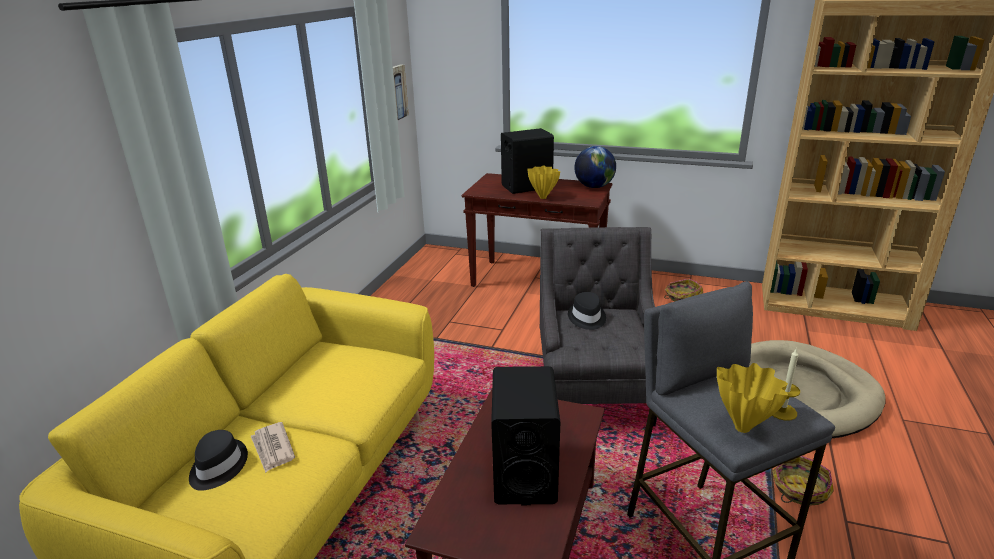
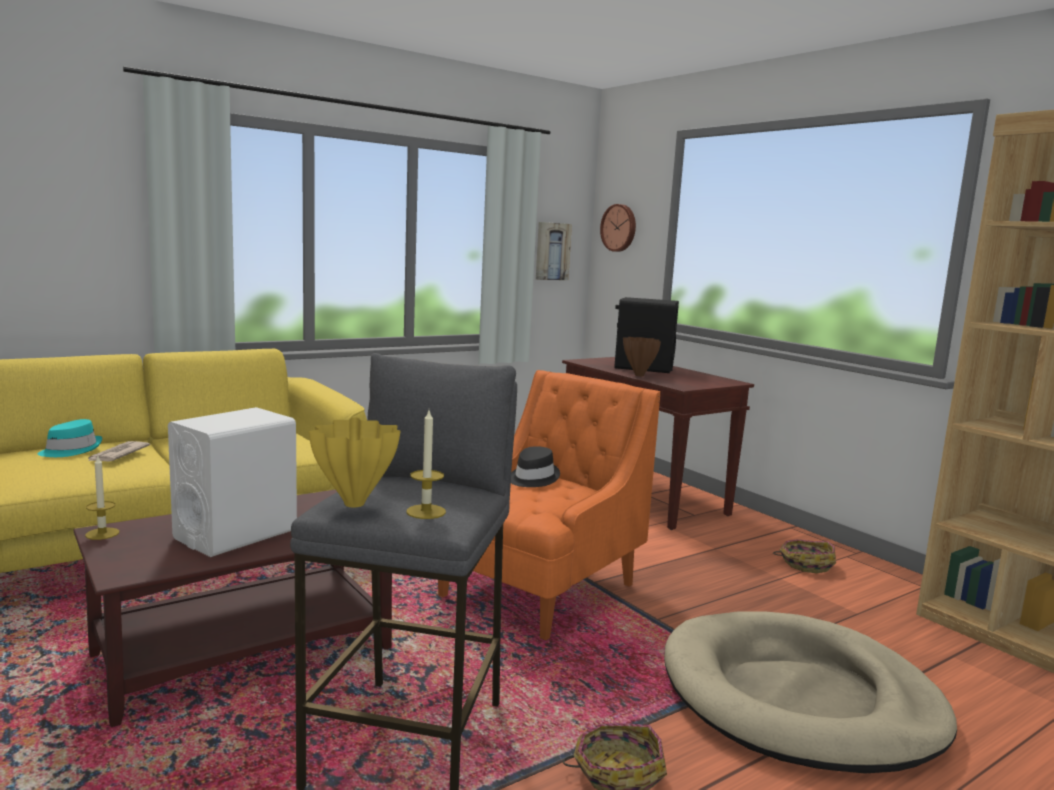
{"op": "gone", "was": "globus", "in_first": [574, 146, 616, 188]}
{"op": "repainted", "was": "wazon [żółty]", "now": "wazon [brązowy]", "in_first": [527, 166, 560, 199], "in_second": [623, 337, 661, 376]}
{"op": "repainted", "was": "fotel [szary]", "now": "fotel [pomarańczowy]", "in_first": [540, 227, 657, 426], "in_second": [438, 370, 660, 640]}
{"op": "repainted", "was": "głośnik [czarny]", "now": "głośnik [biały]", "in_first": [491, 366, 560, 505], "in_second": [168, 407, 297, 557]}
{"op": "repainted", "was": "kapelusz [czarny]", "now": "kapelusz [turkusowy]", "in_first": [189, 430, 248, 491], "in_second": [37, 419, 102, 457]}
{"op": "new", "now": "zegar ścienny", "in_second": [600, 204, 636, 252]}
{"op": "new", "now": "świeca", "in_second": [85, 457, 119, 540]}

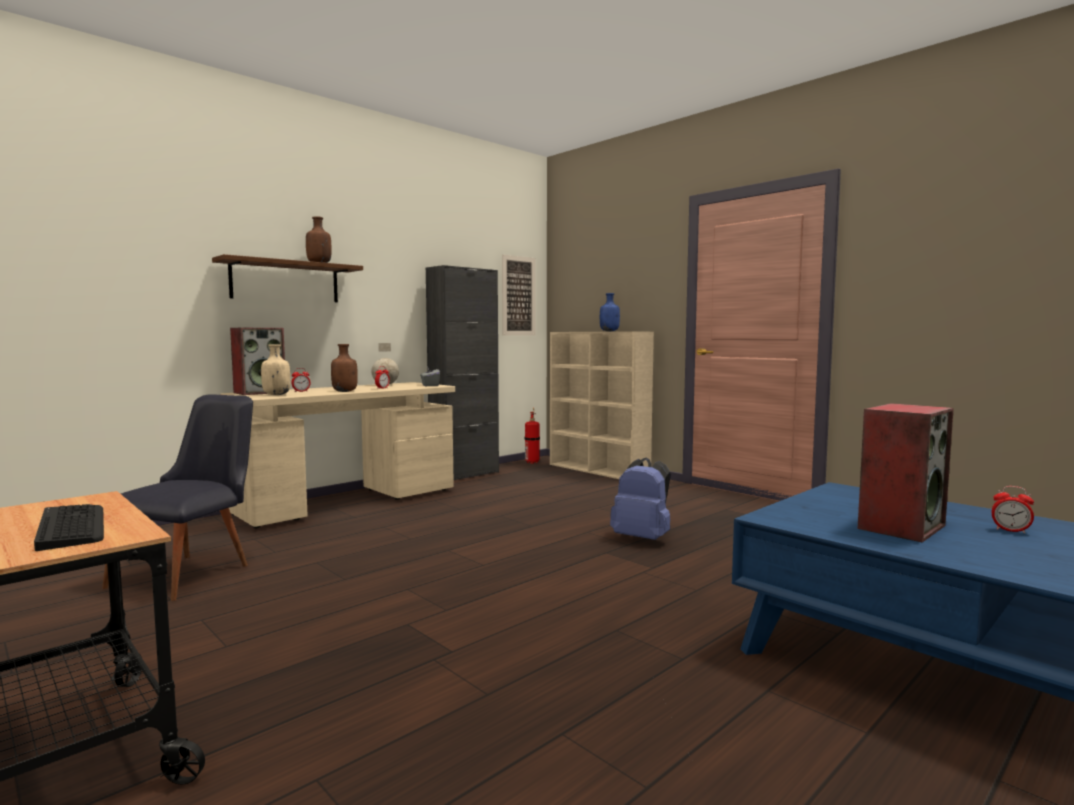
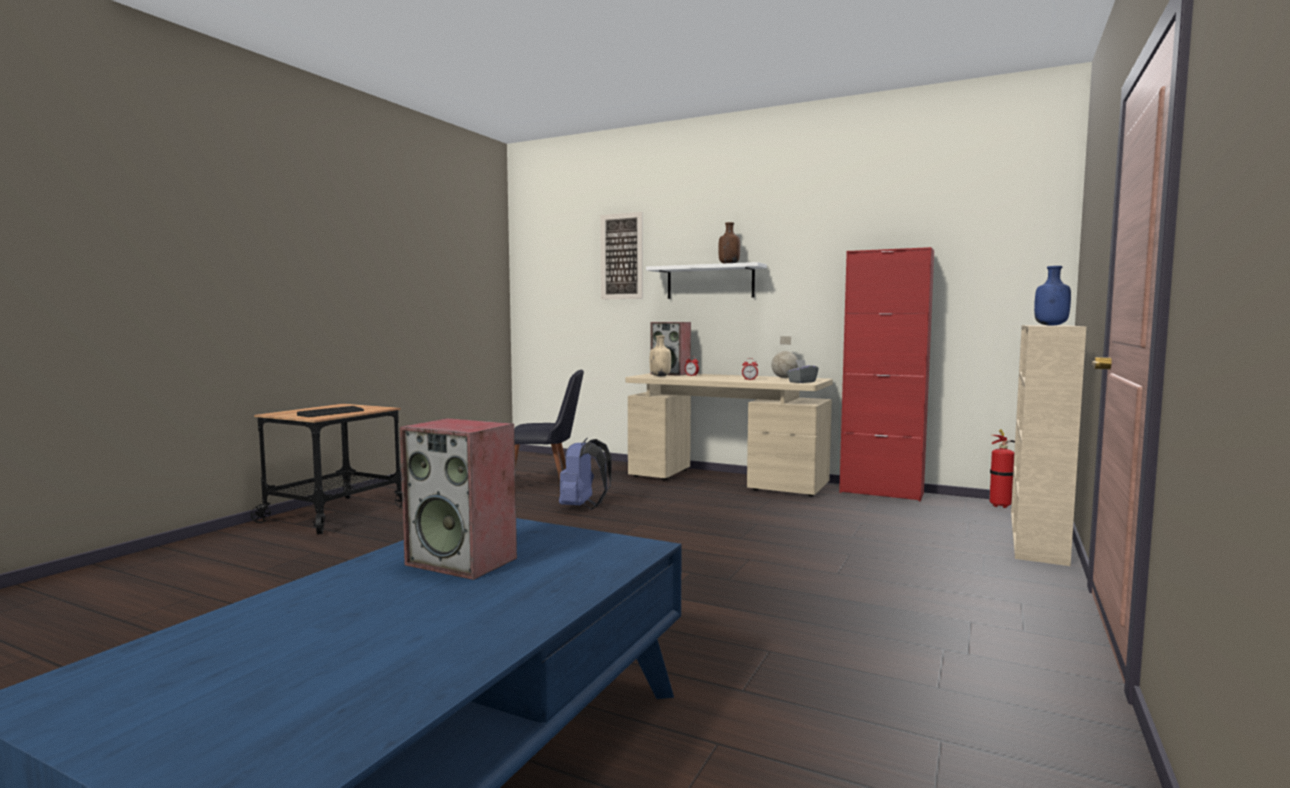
{"op": "repainted", "was": "półka [brązowy]", "now": "półka [biały]", "in_first": [212, 254, 363, 302], "in_second": [646, 262, 767, 299]}
{"op": "shifted", "was": "obraz", "in_first": [502, 255, 536, 335], "in_second": [600, 212, 643, 299]}
{"op": "repainted", "was": "szafka [czarny]", "now": "szafka [czerwony]", "in_first": [426, 265, 499, 480], "in_second": [839, 247, 934, 501]}
{"op": "gone", "was": "butelka [brązowy]", "in_first": [331, 344, 358, 392]}
{"op": "shifted", "was": "plecak [niebieski]", "in_first": [610, 458, 671, 540], "in_second": [559, 438, 612, 510]}
{"op": "gone", "was": "budzik", "in_first": [992, 486, 1034, 534]}

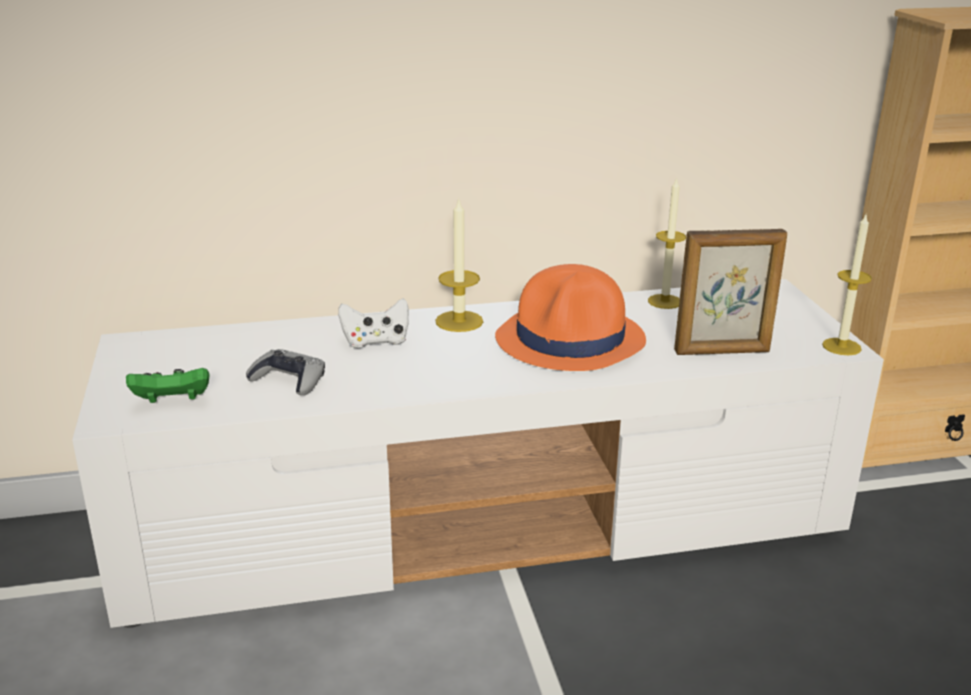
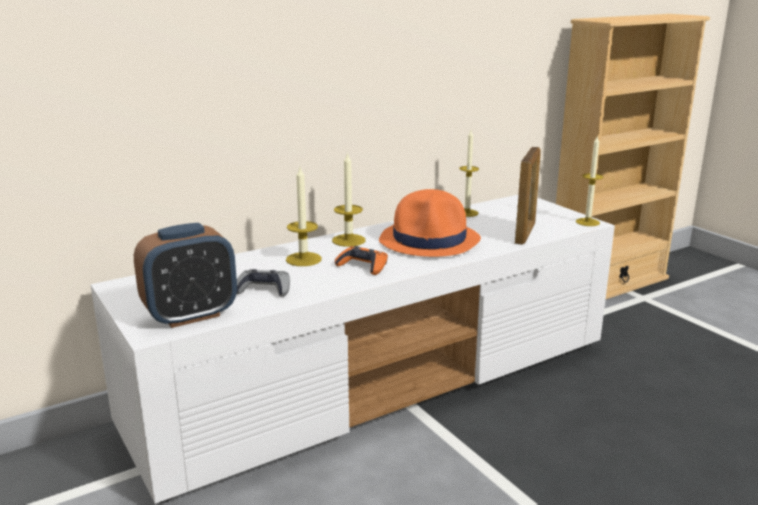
{"op": "rotated", "was": "ramka na zdjęcie", "in_first": [674, 229, 787, 355], "in_second": [515, 147, 541, 245], "clockwise": -45}
{"op": "swapped", "was": "pad do gier [biały]", "now": "świeca", "in_first": [338, 298, 409, 348], "in_second": [286, 167, 322, 266]}
{"op": "swapped", "was": "pad do gier [zielony]", "now": "budzik", "in_first": [126, 368, 209, 403], "in_second": [134, 223, 237, 328]}
{"op": "new", "now": "pad do gier [pomarańczowy]", "in_second": [335, 246, 388, 275]}

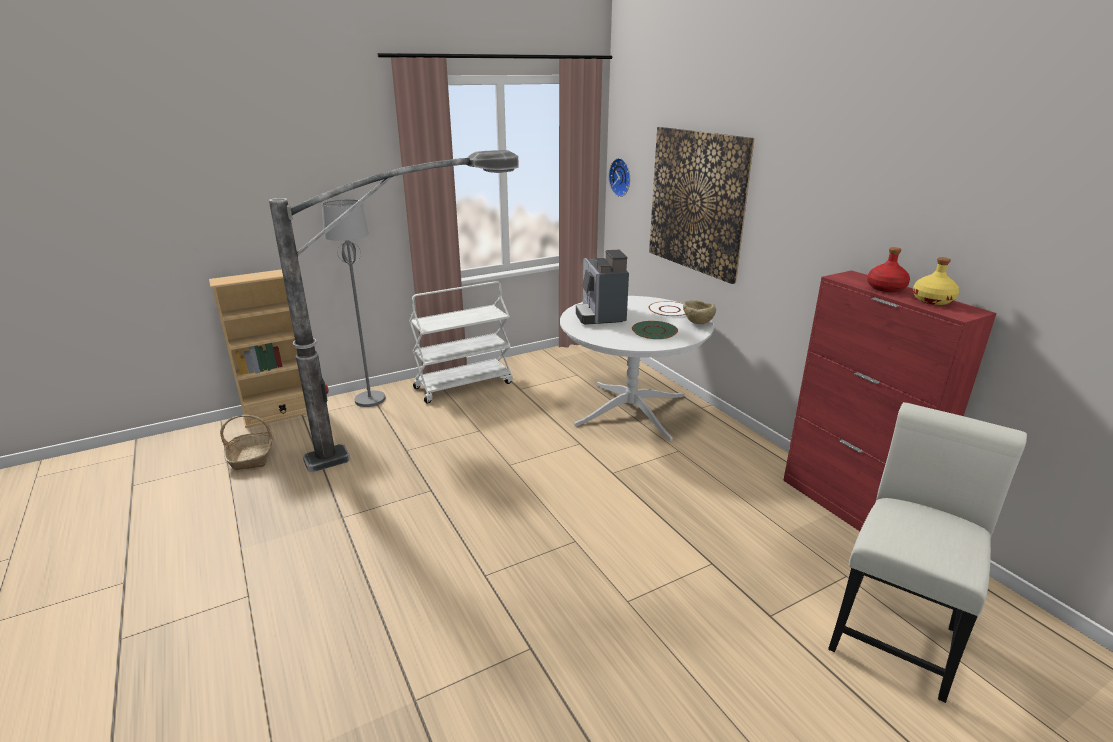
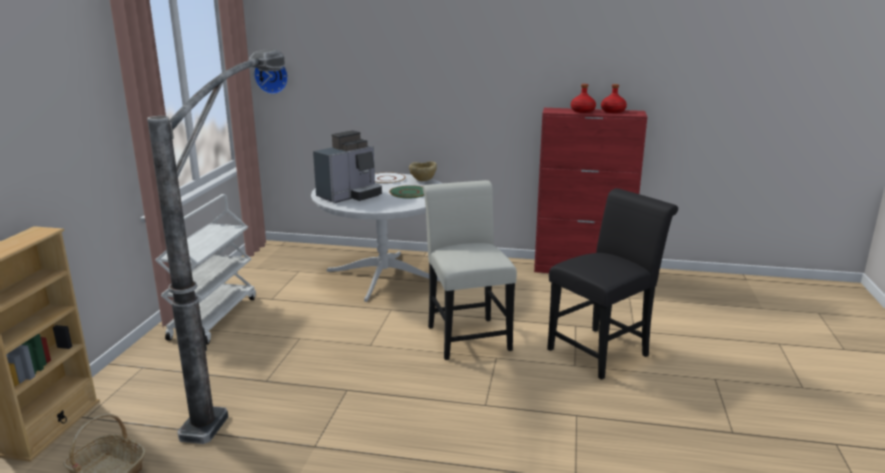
{"op": "gone", "was": "obraz", "in_first": [649, 127, 755, 284]}
{"op": "gone", "was": "lampa stojąca [szary]", "in_first": [322, 199, 385, 407]}
{"op": "rotated", "was": "ekspres do kawy", "in_first": [576, 250, 629, 325], "in_second": [313, 130, 382, 203], "clockwise": -75}
{"op": "repainted", "was": "butelka [żółty]", "now": "butelka [czerwony]", "in_first": [913, 257, 959, 305], "in_second": [601, 84, 627, 113]}
{"op": "shifted", "was": "krzesło [biały]", "in_first": [828, 402, 1027, 703], "in_second": [423, 180, 517, 360]}
{"op": "new", "now": "krzesło [czarny]", "in_second": [547, 188, 678, 380]}

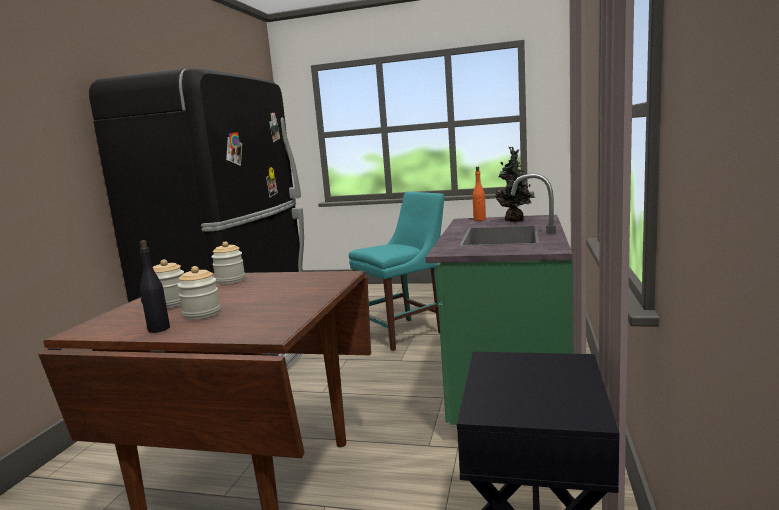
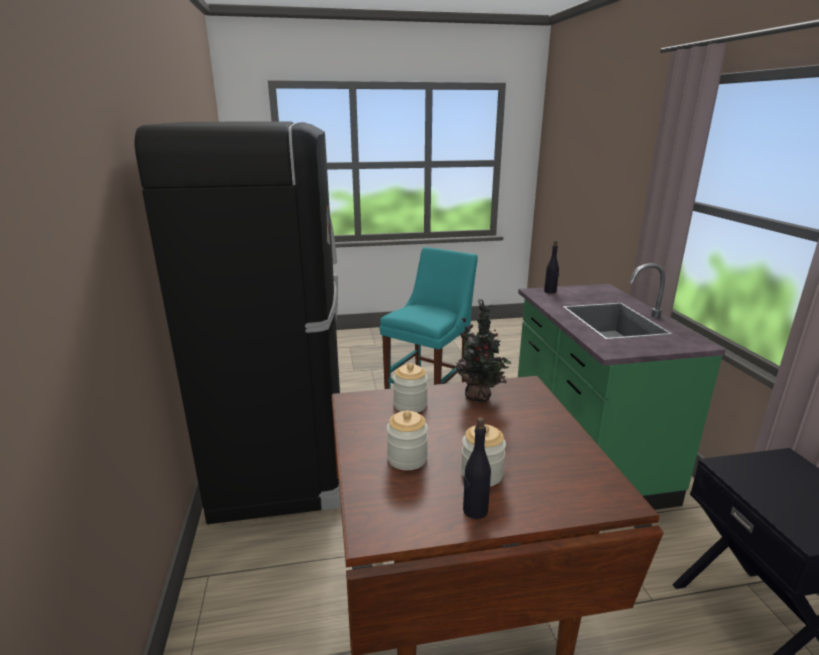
{"op": "shifted", "was": "roślina doniczkowa", "in_first": [495, 147, 535, 222], "in_second": [456, 299, 511, 402]}
{"op": "repainted", "was": "butelka [pomarańczowy]", "now": "butelka [czarny]", "in_first": [473, 167, 486, 221], "in_second": [544, 241, 559, 294]}

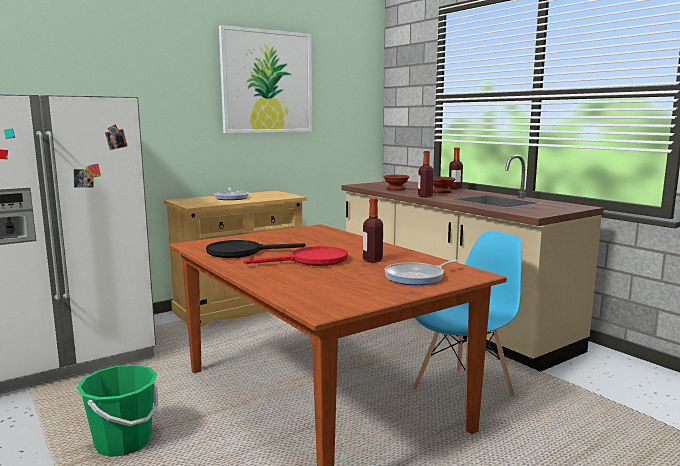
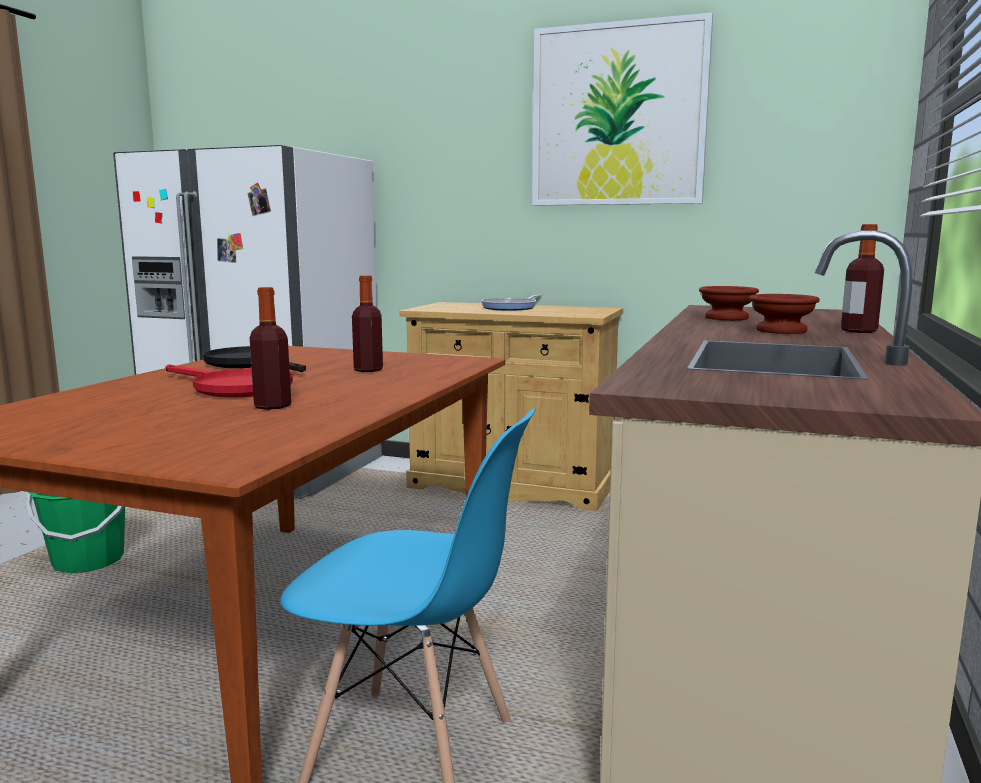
{"op": "shifted", "was": "butelka", "in_first": [418, 151, 433, 197], "in_second": [352, 275, 383, 372]}
{"op": "gone", "was": "patelnia", "in_first": [384, 260, 459, 285]}

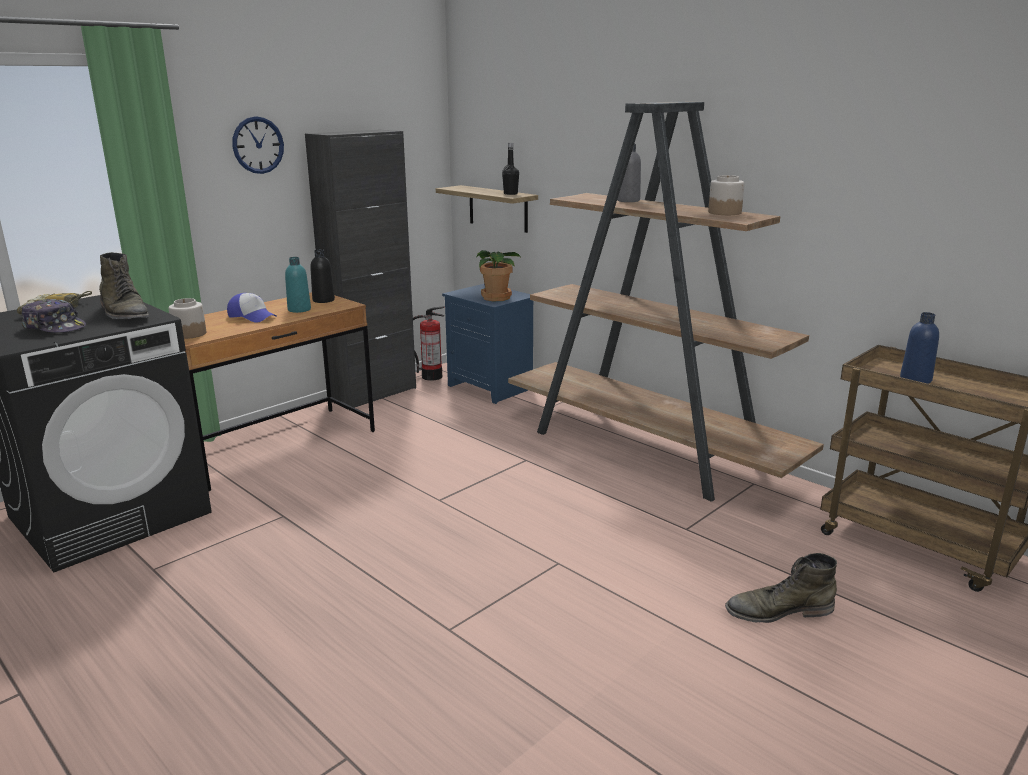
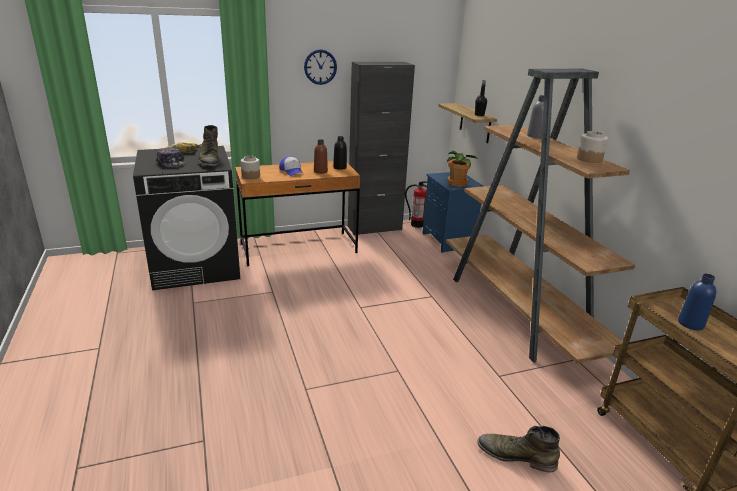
{"op": "repainted", "was": "butelka [turkusowy]", "now": "butelka [brązowy]", "in_first": [285, 257, 311, 313], "in_second": [314, 139, 328, 174]}

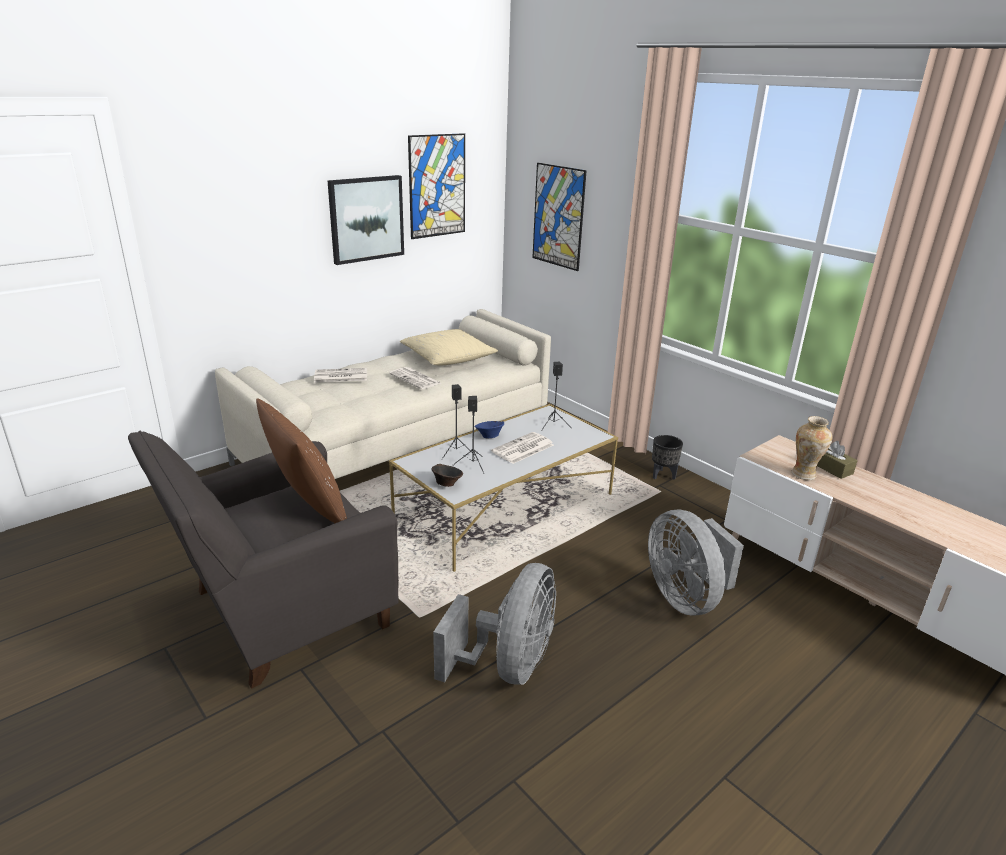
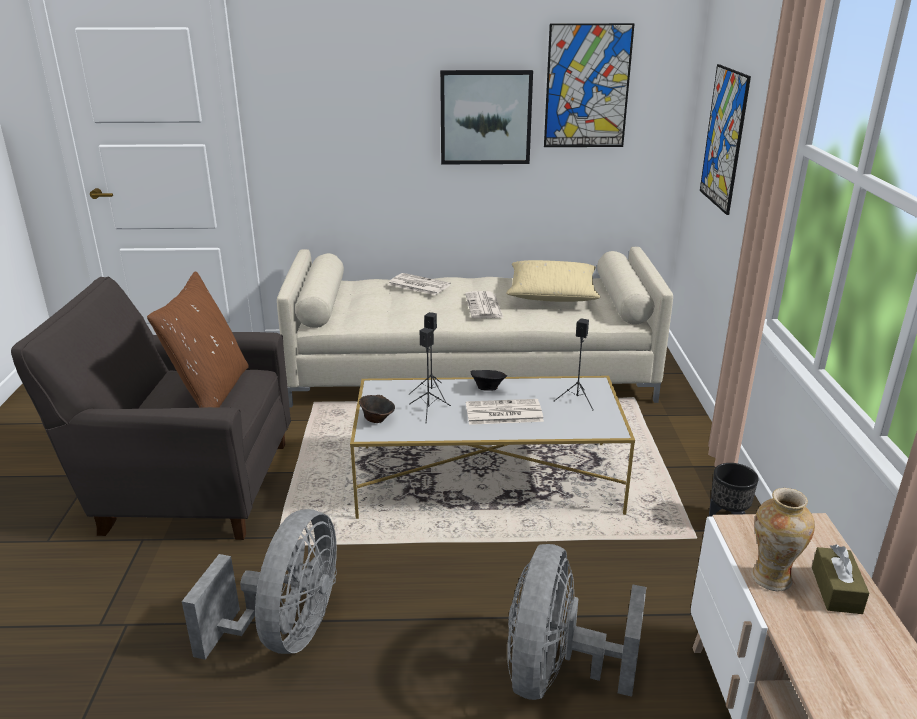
{"op": "repainted", "was": "miska [niebieski]", "now": "miska [czarny]", "in_first": [474, 421, 504, 438], "in_second": [471, 370, 507, 391]}
{"op": "rotated", "was": "wentylator [szary]", "in_first": [433, 563, 556, 685], "in_second": [182, 509, 337, 660], "clockwise": -45}

